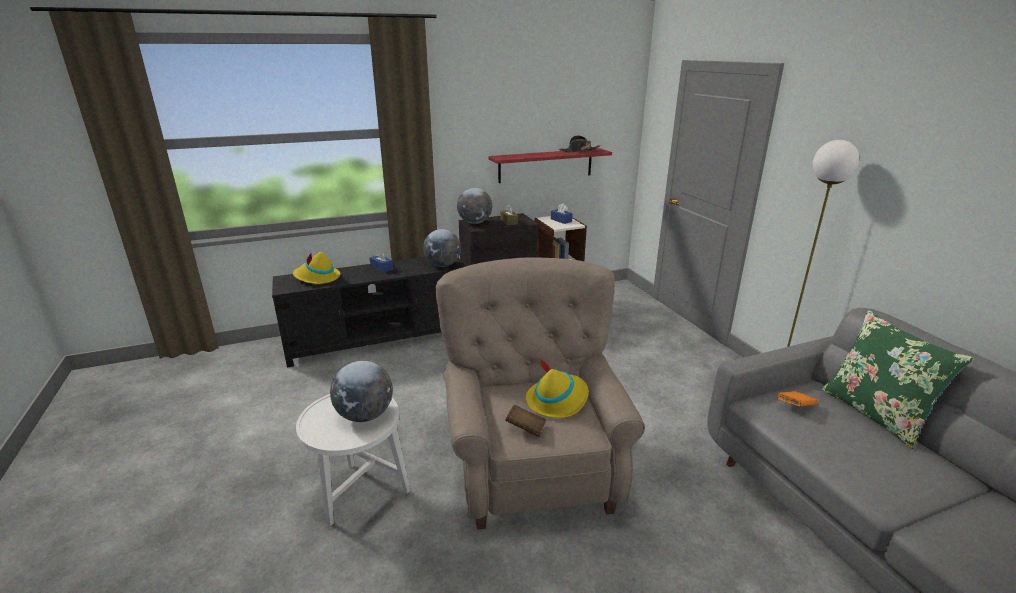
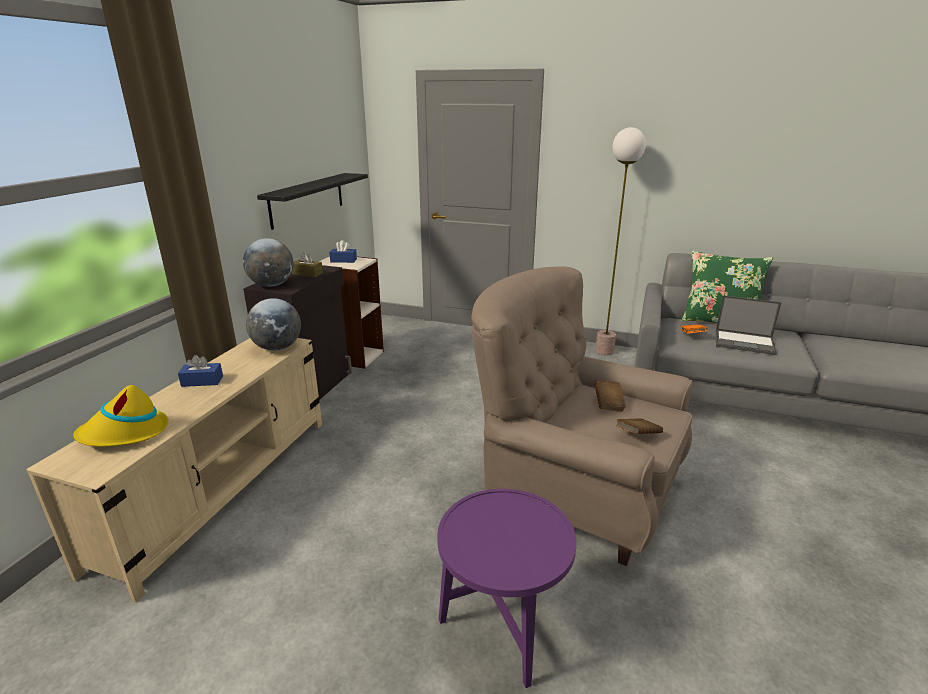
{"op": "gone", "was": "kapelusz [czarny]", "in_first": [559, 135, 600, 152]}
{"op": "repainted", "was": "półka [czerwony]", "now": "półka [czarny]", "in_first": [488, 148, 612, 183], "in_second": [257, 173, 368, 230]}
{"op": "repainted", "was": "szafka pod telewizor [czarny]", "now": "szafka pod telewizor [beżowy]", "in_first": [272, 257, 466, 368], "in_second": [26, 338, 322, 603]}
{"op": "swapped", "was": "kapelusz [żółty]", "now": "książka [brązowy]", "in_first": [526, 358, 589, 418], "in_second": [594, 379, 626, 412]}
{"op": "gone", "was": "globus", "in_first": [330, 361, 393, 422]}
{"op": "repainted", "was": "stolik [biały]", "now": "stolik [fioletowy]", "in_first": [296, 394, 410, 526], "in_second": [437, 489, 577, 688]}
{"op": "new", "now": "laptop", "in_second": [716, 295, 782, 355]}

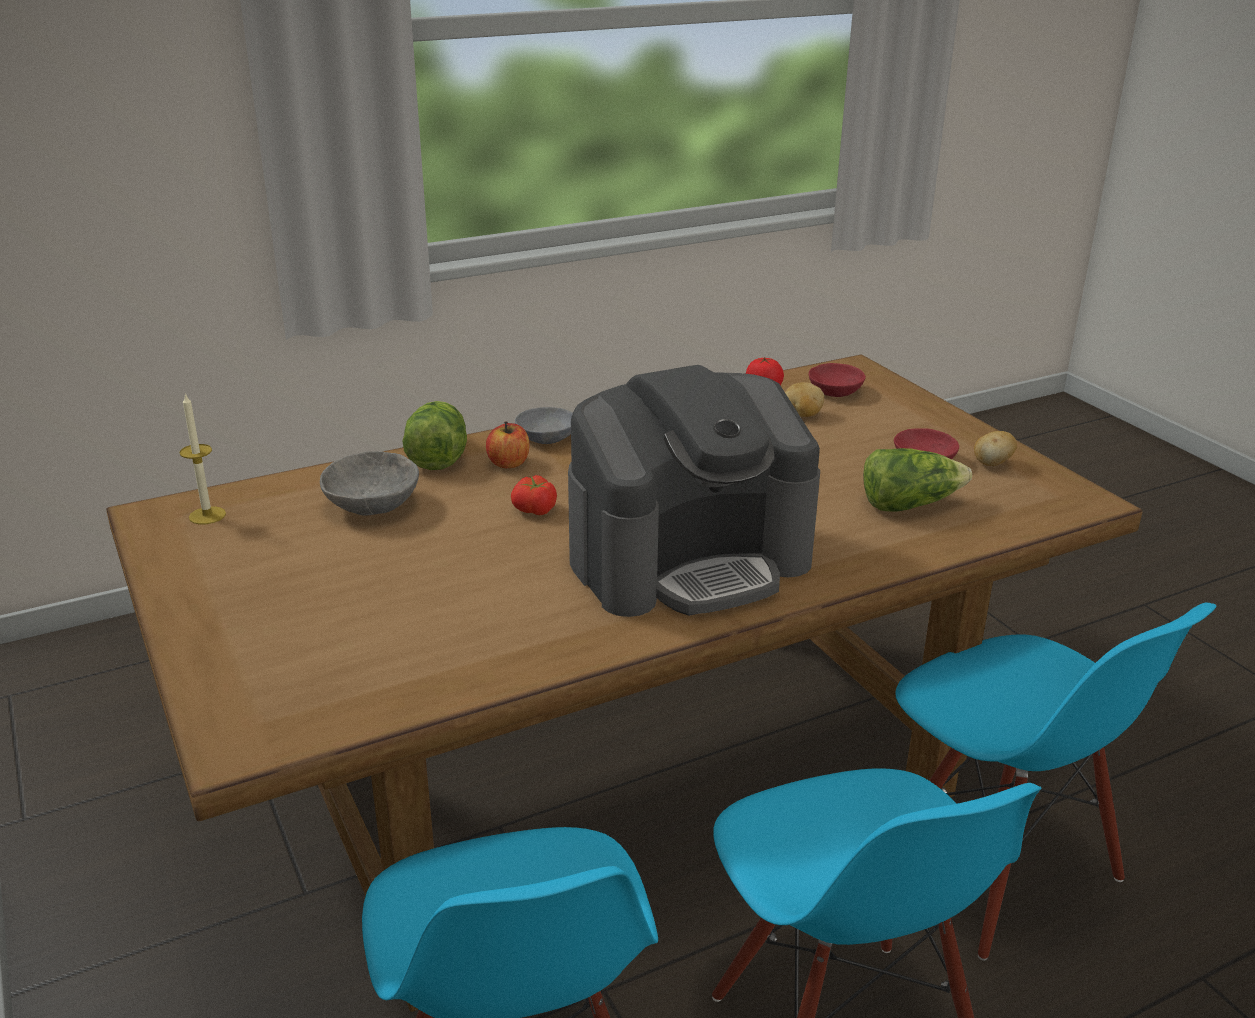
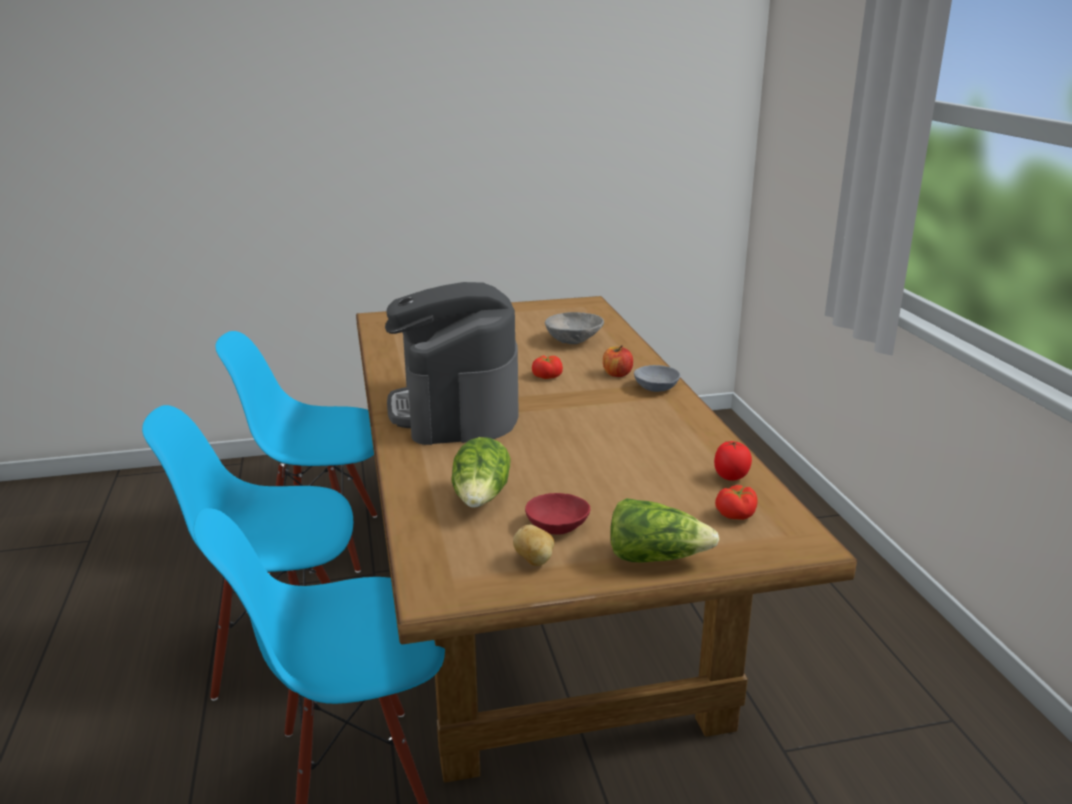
{"op": "swapped", "was": "miska [czerwony]", "now": "pomidor", "in_first": [809, 363, 866, 397], "in_second": [715, 485, 758, 520]}
{"op": "gone", "was": "ziemniak", "in_first": [785, 382, 824, 417]}
{"op": "gone", "was": "świeca", "in_first": [179, 393, 226, 524]}
{"op": "shifted", "was": "sałata", "in_first": [402, 401, 467, 470], "in_second": [610, 498, 719, 562]}

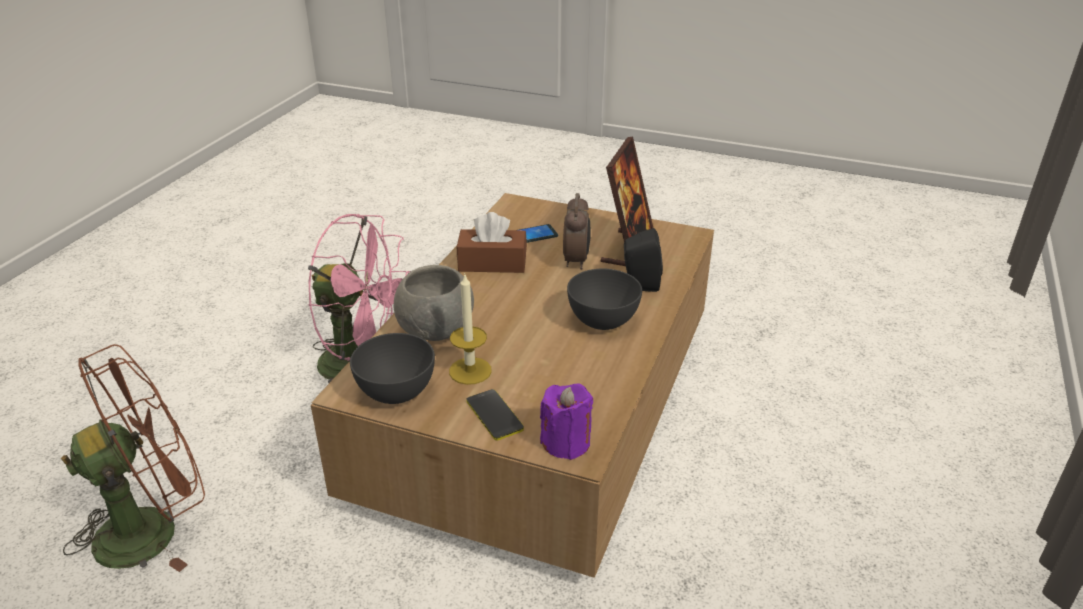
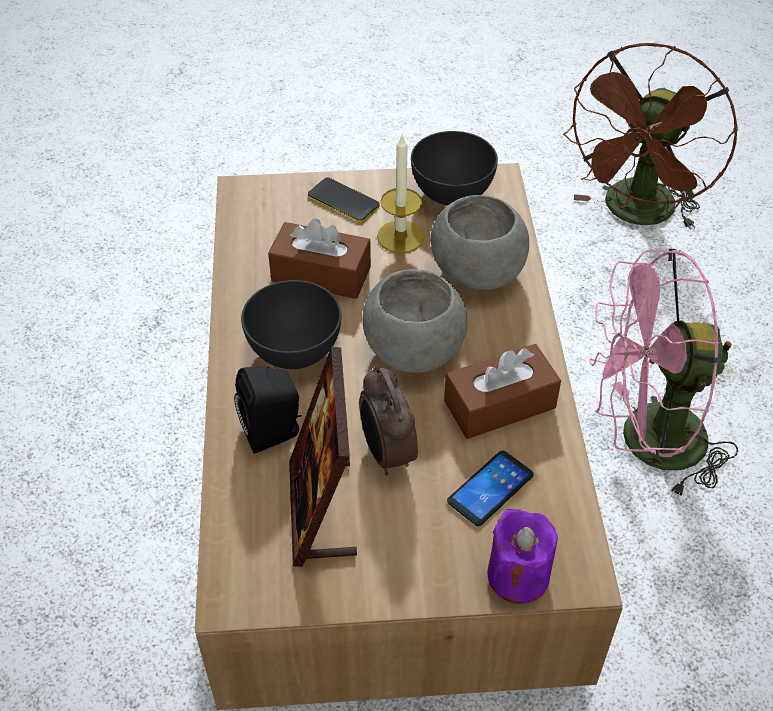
{"op": "shifted", "was": "świeca [fioletowy]", "in_first": [540, 384, 593, 460], "in_second": [487, 509, 558, 604]}
{"op": "new", "now": "pudełko chusteczek [brązowy]", "in_second": [268, 218, 371, 299]}
{"op": "new", "now": "miska [szary]", "in_second": [363, 269, 467, 373]}

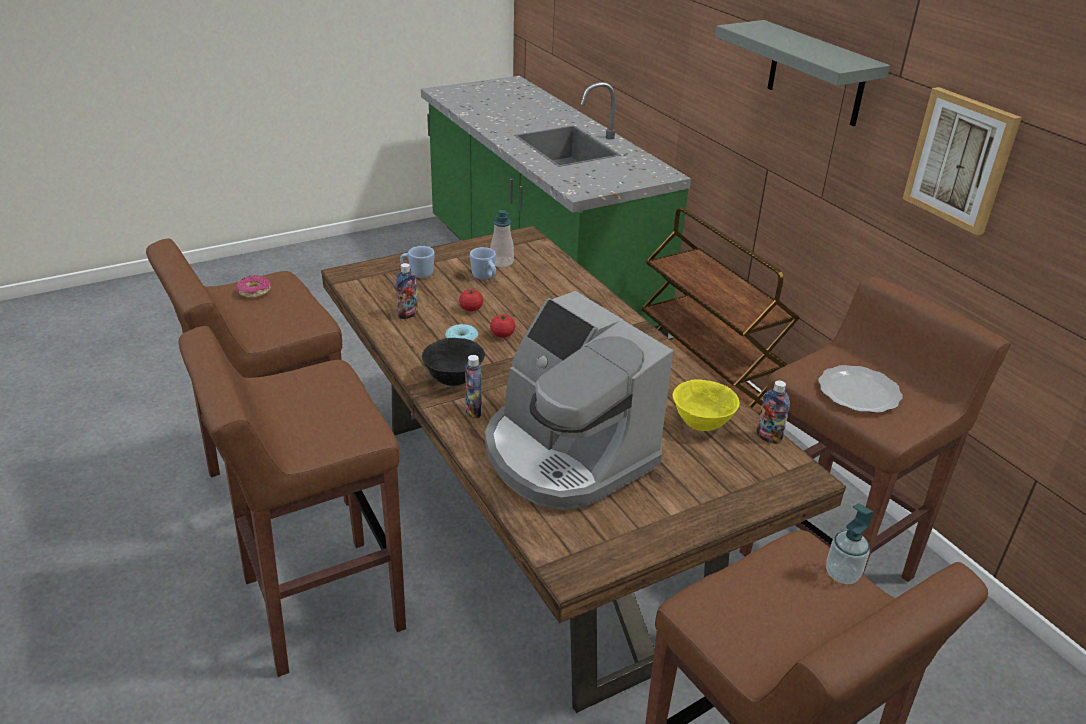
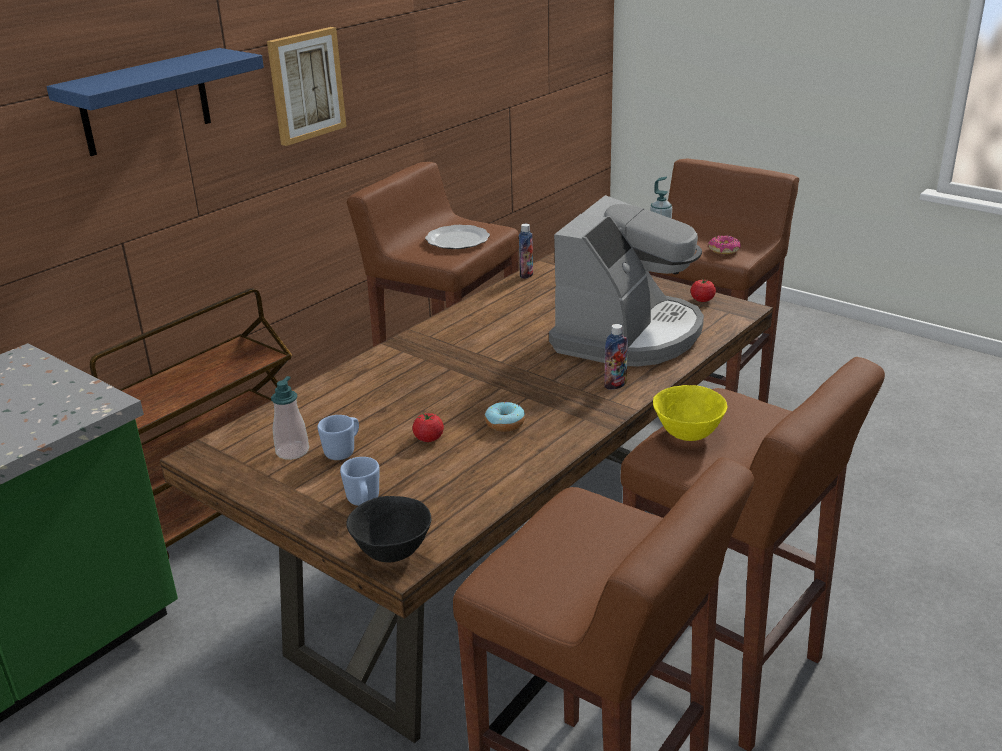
{"op": "repainted", "was": "półka [szary]", "now": "półka [niebieski]", "in_first": [715, 20, 890, 126], "in_second": [46, 48, 264, 156]}
{"op": "gone", "was": "butelka", "in_first": [396, 263, 418, 319]}
{"op": "shifted", "was": "donut", "in_first": [236, 275, 271, 298], "in_second": [708, 235, 740, 254]}
{"op": "shifted", "was": "pomidor", "in_first": [490, 314, 515, 338], "in_second": [691, 278, 716, 302]}
{"op": "shifted", "was": "miska [czarny]", "in_first": [422, 338, 485, 386], "in_second": [346, 496, 432, 563]}
{"op": "shifted", "was": "miska [żółty]", "in_first": [673, 379, 740, 431], "in_second": [653, 385, 728, 441]}

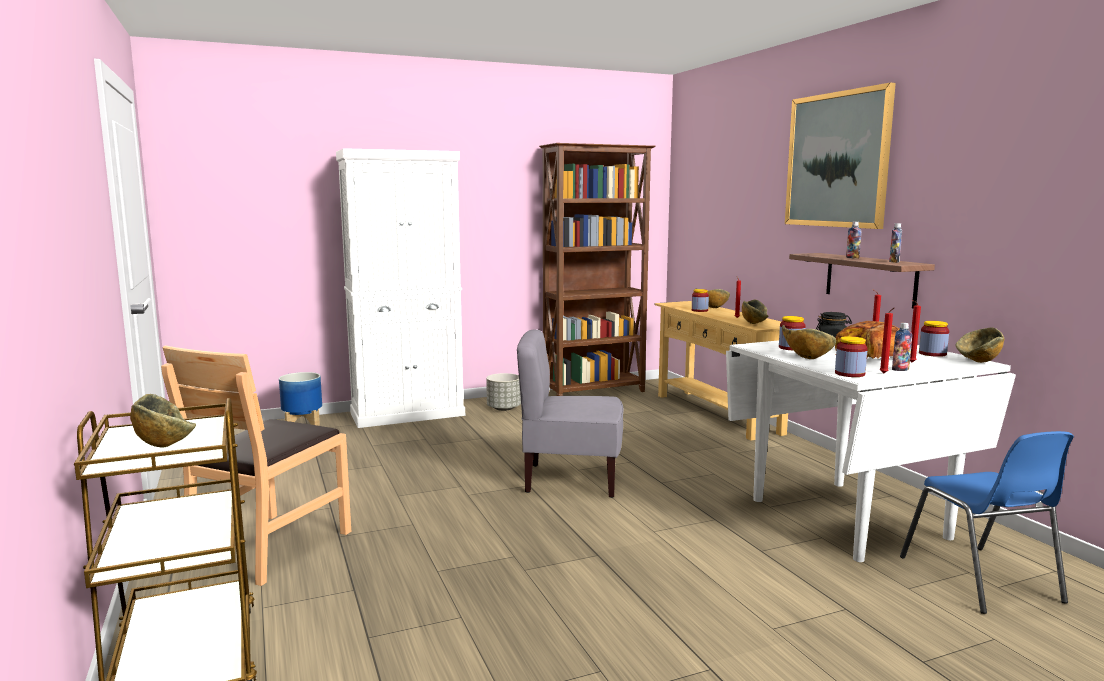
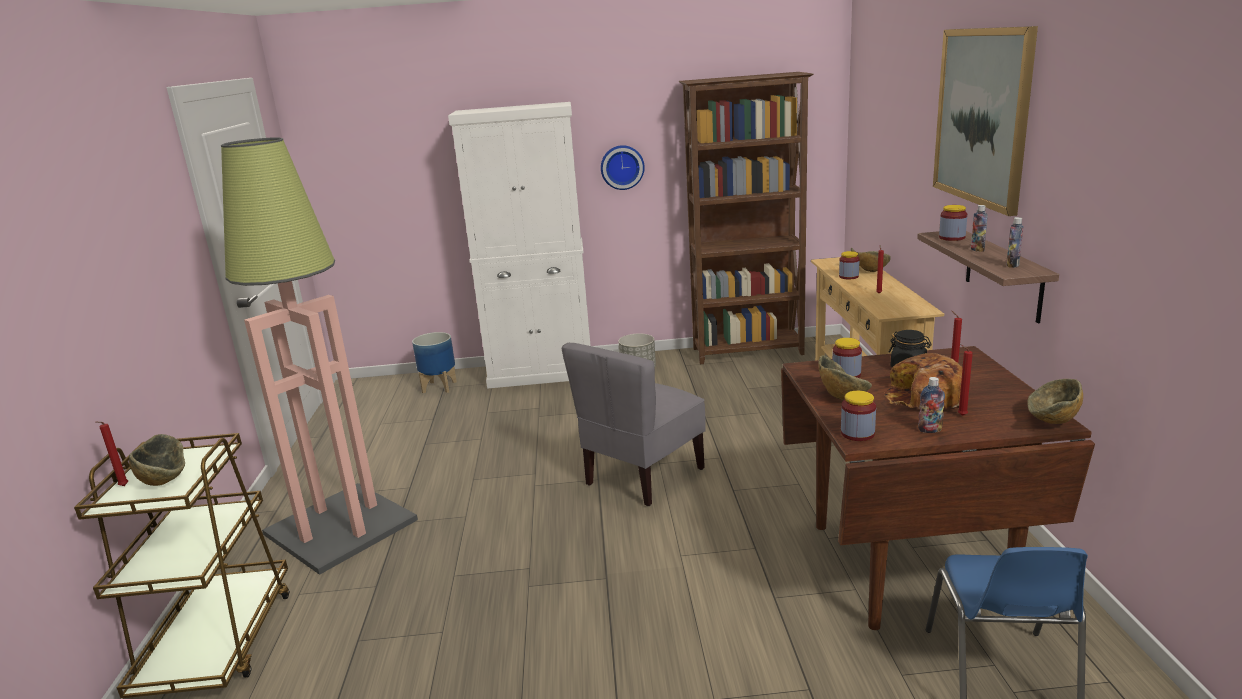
{"op": "gone", "was": "miska", "in_first": [742, 299, 768, 324]}
{"op": "shifted", "was": "świeca [czerwony]", "in_first": [879, 308, 894, 373], "in_second": [96, 421, 128, 486]}
{"op": "shifted", "was": "słoik", "in_first": [919, 321, 949, 357], "in_second": [939, 205, 967, 241]}
{"op": "rotated", "was": "krzesło [szary]", "in_first": [517, 329, 624, 498], "in_second": [561, 343, 705, 506], "clockwise": -75}
{"op": "repainted", "was": "stół jadalny [biały]", "now": "stół jadalny [brązowy]", "in_first": [726, 340, 1016, 562], "in_second": [781, 346, 1095, 630]}
{"op": "swapped", "was": "krzesło [brązowy]", "now": "lampa stojąca", "in_first": [161, 346, 351, 586], "in_second": [221, 137, 418, 575]}
{"op": "new", "now": "zegar ścienny", "in_second": [601, 145, 645, 190]}

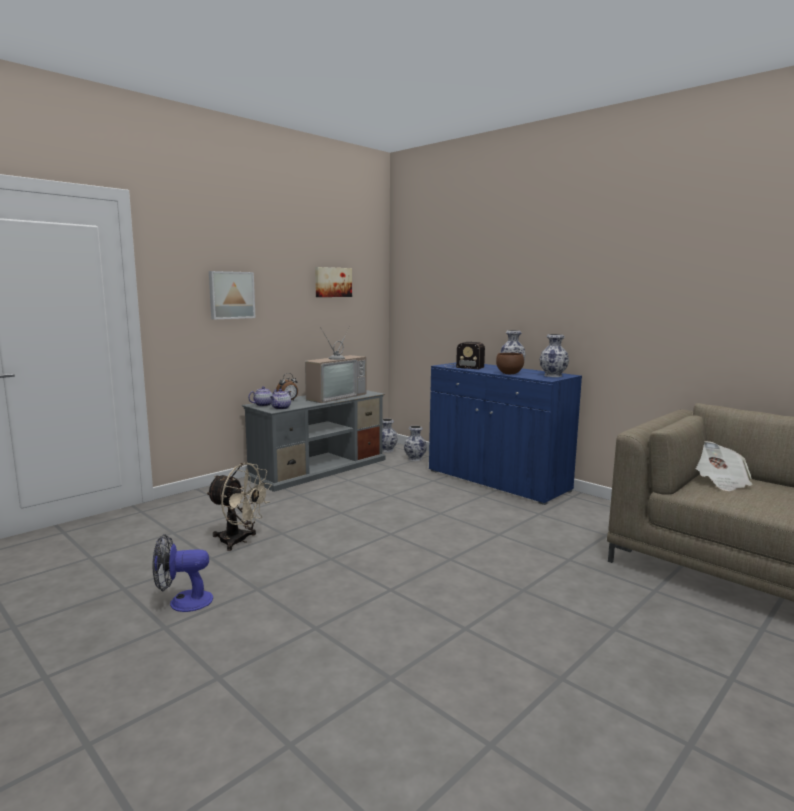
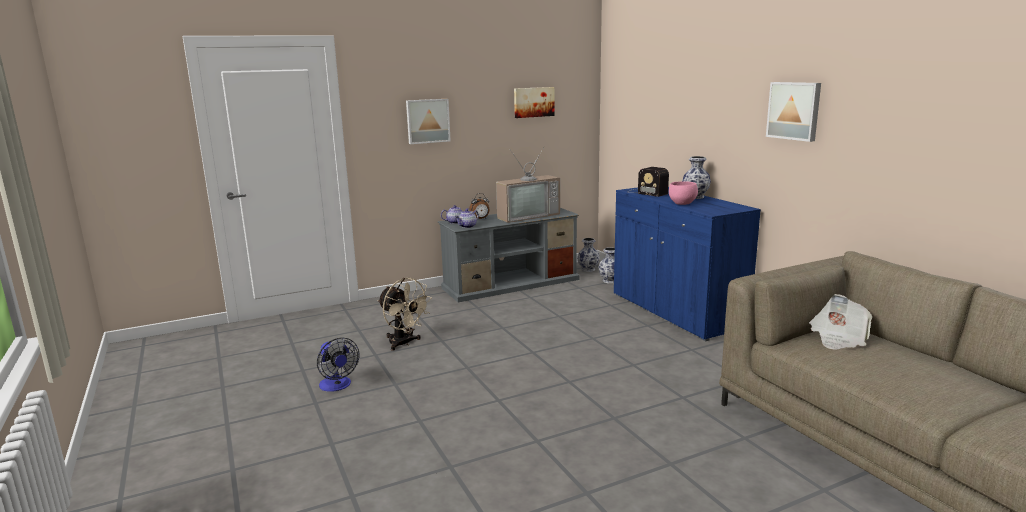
{"op": "gone", "was": "wazon", "in_first": [540, 334, 569, 377]}
{"op": "repainted", "was": "miska [brązowy]", "now": "miska [różowy]", "in_first": [496, 353, 524, 374], "in_second": [669, 181, 698, 205]}
{"op": "rotated", "was": "wentylator", "in_first": [153, 534, 213, 612], "in_second": [317, 338, 359, 392], "clockwise": -135}
{"op": "new", "now": "obraz", "in_second": [766, 82, 821, 142]}

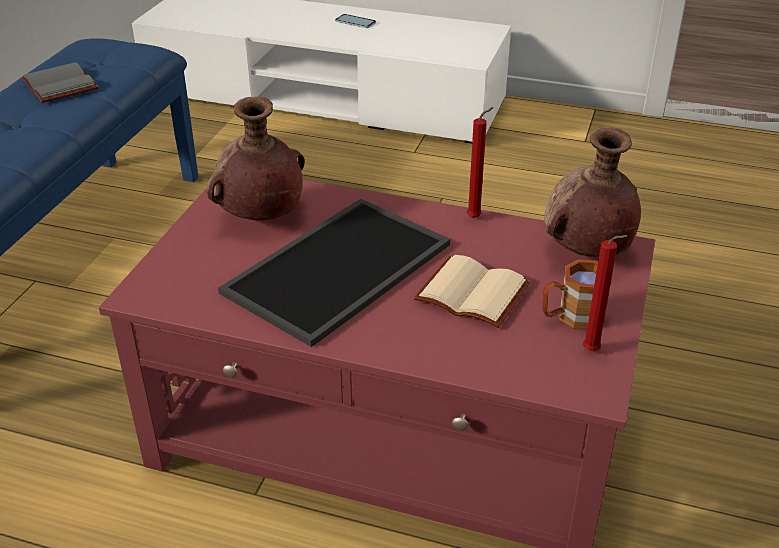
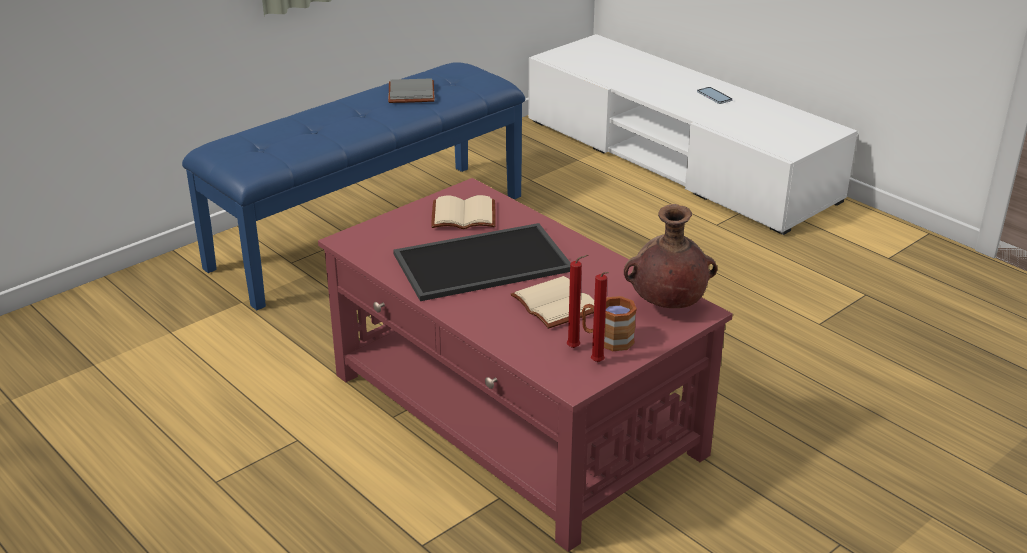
{"op": "swapped", "was": "wazon [brązowy]", "now": "książka [beżowy]", "in_first": [207, 97, 305, 220], "in_second": [431, 195, 496, 229]}
{"op": "shifted", "was": "świeca [czerwony]", "in_first": [467, 107, 494, 218], "in_second": [567, 255, 588, 348]}

